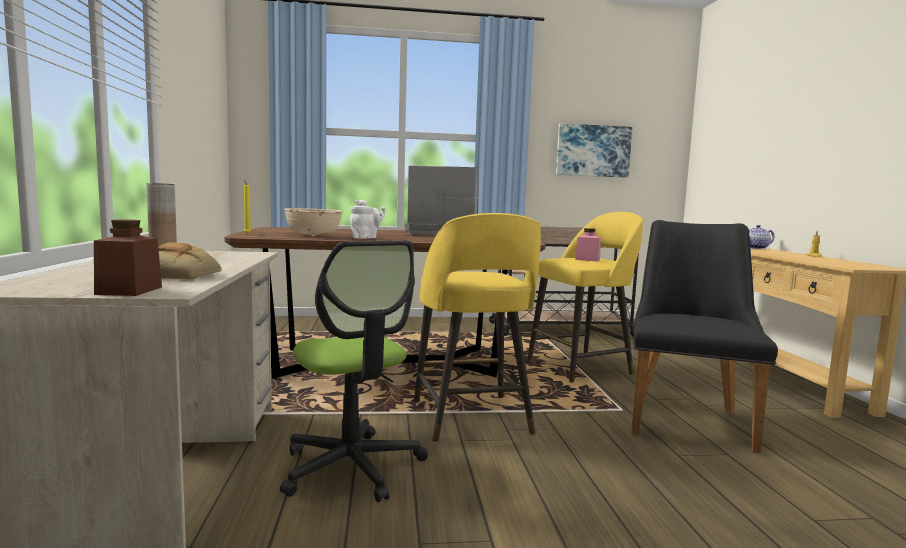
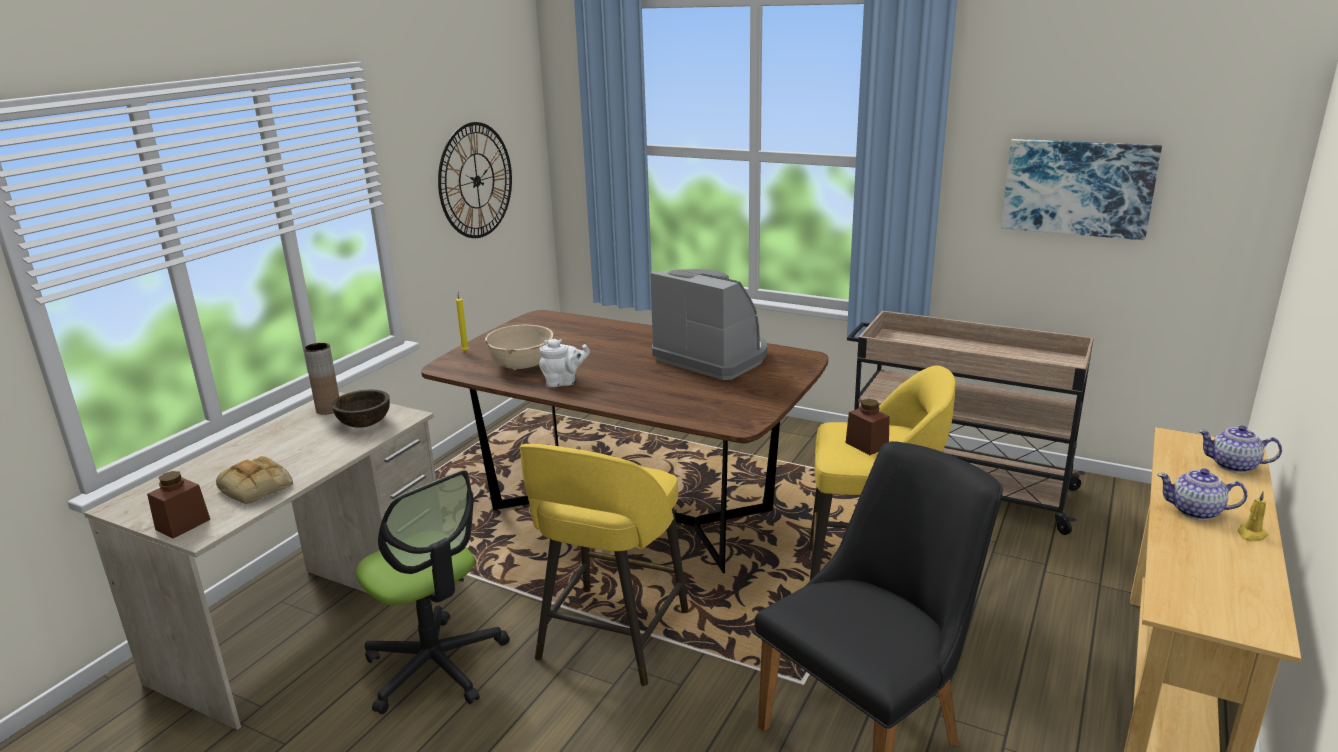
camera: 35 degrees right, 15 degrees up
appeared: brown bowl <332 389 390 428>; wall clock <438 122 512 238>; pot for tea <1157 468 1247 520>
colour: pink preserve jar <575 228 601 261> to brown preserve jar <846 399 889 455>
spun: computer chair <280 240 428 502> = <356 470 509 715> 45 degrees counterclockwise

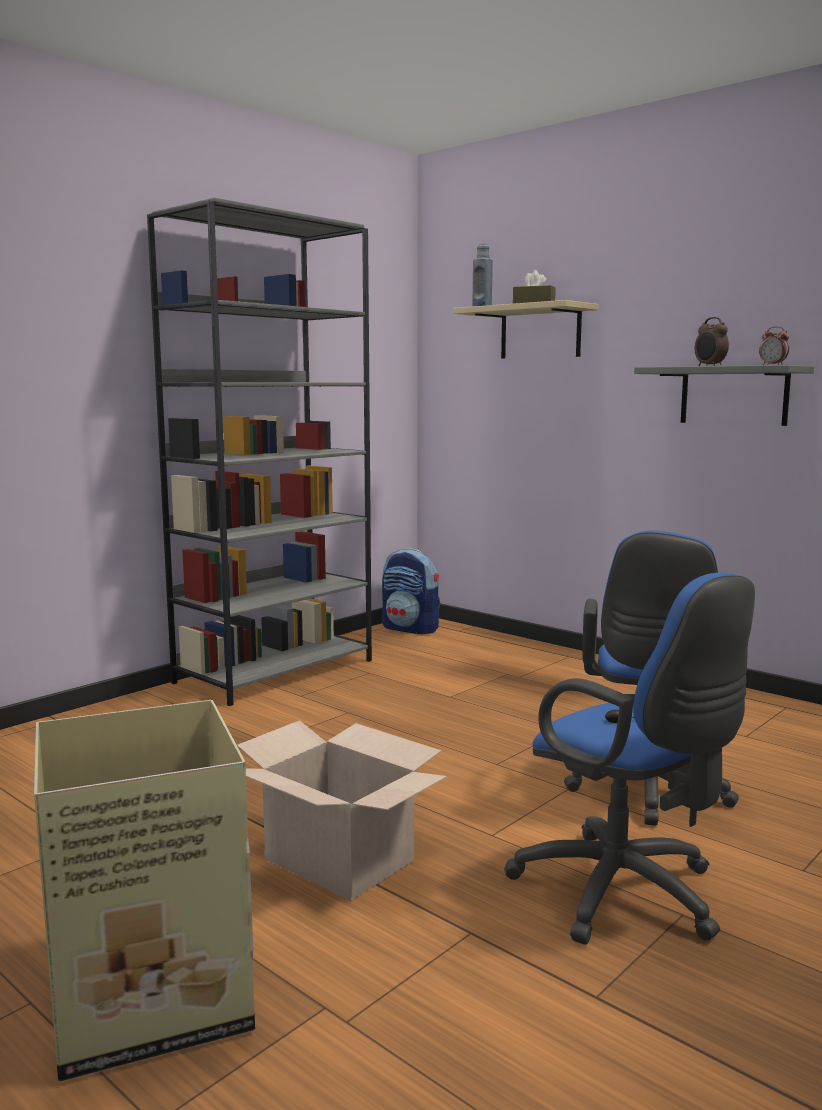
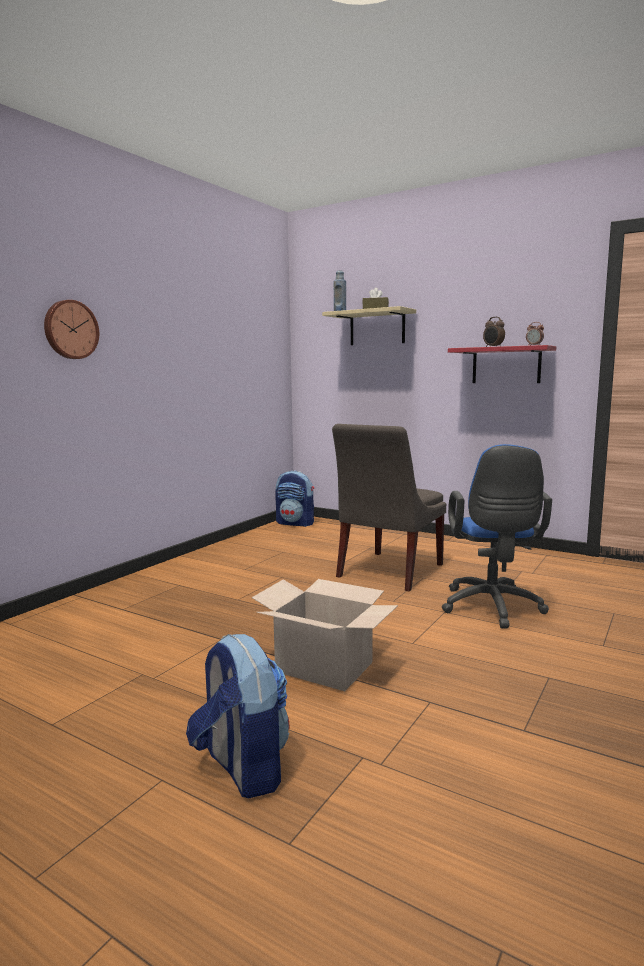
camera: 10 degrees left, 0 degrees up
missing: grey bookshelf <147 198 372 706>; blue-coloured computer chair <504 572 755 945>
appeared: wall clock <44 300 99 359>; grey chair <332 424 446 591>
exchanged: cardboard box <34 700 255 1082> to rucksack <186 634 289 798>
colour: grey shelf <634 365 814 426> to red shelf <448 345 556 383>

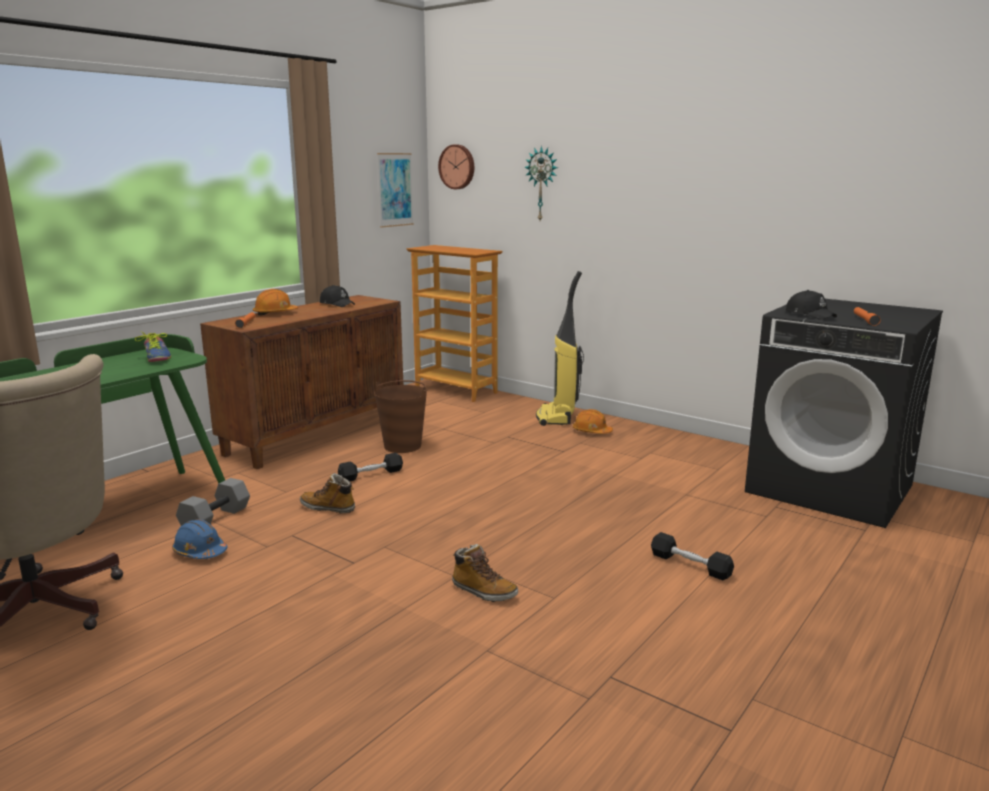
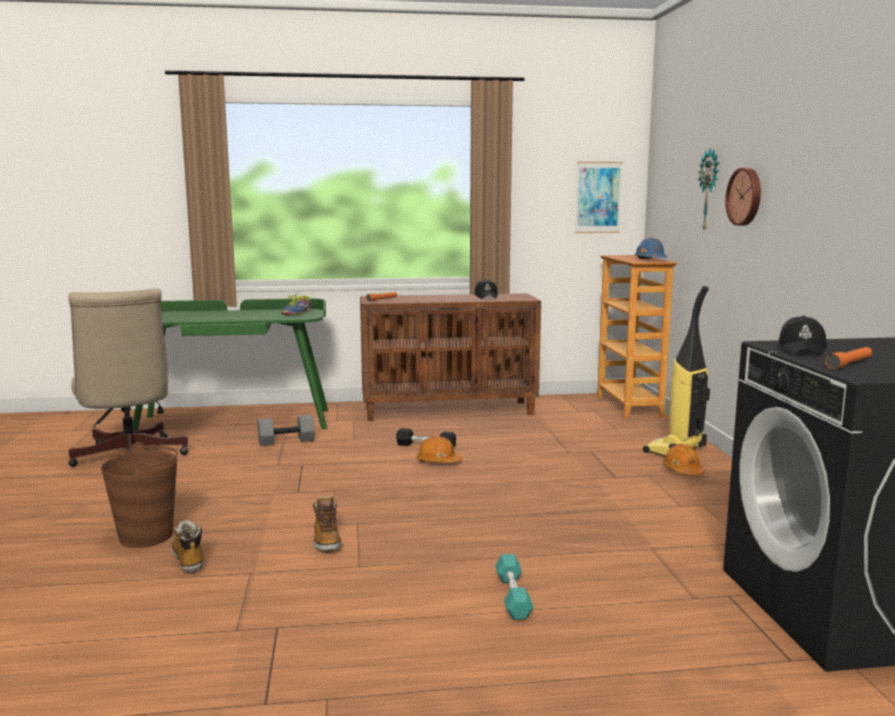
camera: 45 degrees right, 5 degrees down
relocated: blue-coloured work helmet <172 519 228 559> to <635 238 668 259>; orange-coloured work helmet <253 289 298 316> to <416 436 462 463>; tall boot <300 473 355 513> to <172 520 204 573>; brown pail <375 380 428 453> to <101 442 178 548>; wall clock <438 144 474 189> to <725 168 761 226>
colour: black hand weight <651 532 734 580> to turquoise-coloured hand weight <495 554 533 620>

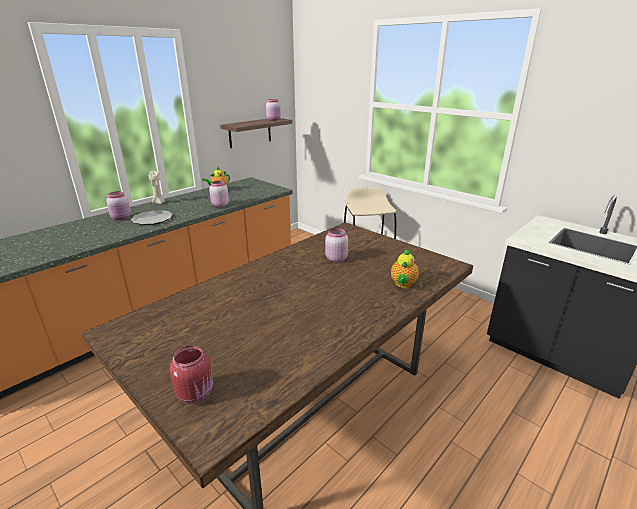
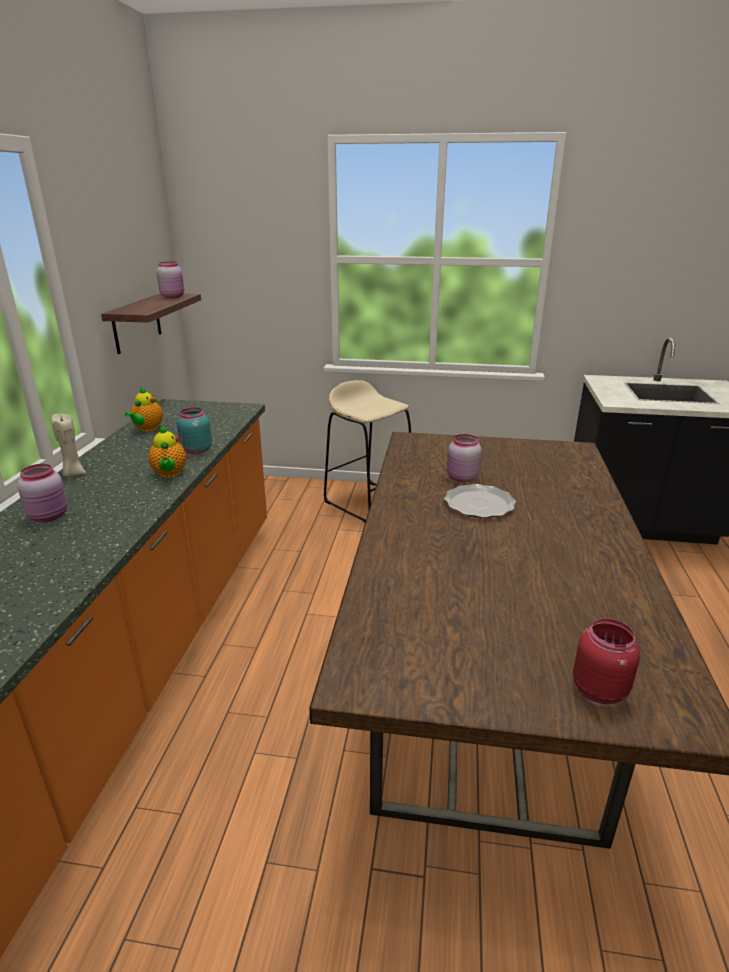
camera: 35 degrees left, 0 degrees up
relocated: plate <131 210 173 225> to <444 484 516 518>; pot for tea <391 249 419 288> to <148 425 186 478>
colour: pink preserve jar <209 181 229 207> to turquoise-coloured preserve jar <177 408 212 454>

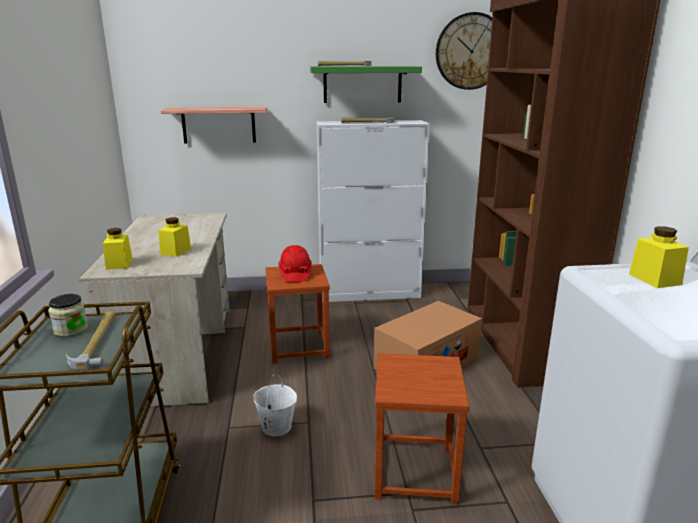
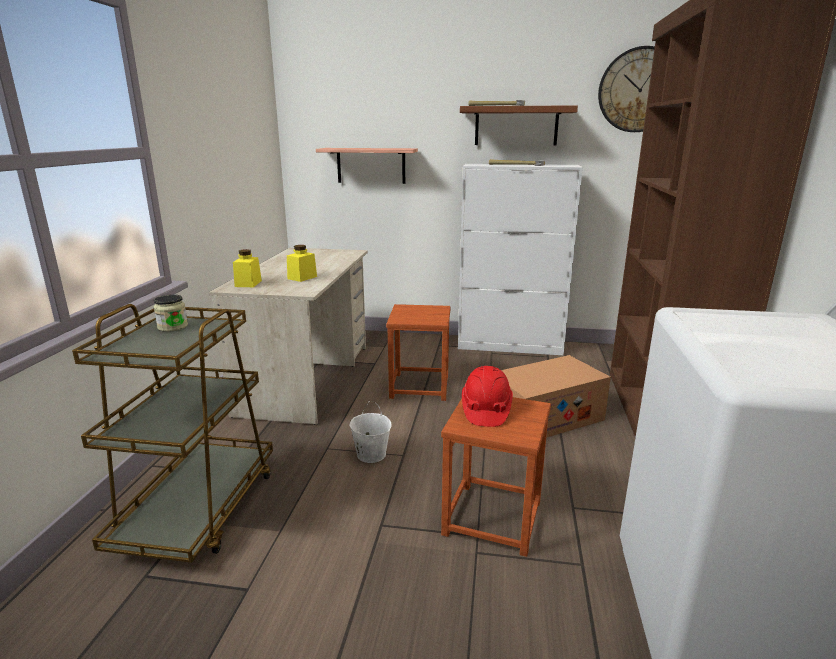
camera: 15 degrees right, 0 degrees up
missing: tool hammer <66 311 116 370>; yellowish preserve jar <629 226 689 288>
relocated: red work helmet <278 245 312 282> to <462 366 513 427>
colour: green shelf <310 66 422 103> to brown shelf <460 105 578 146>

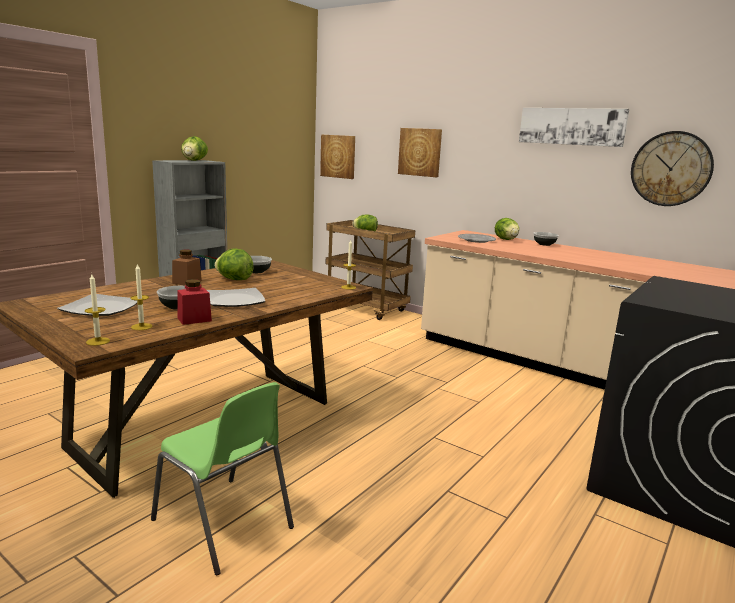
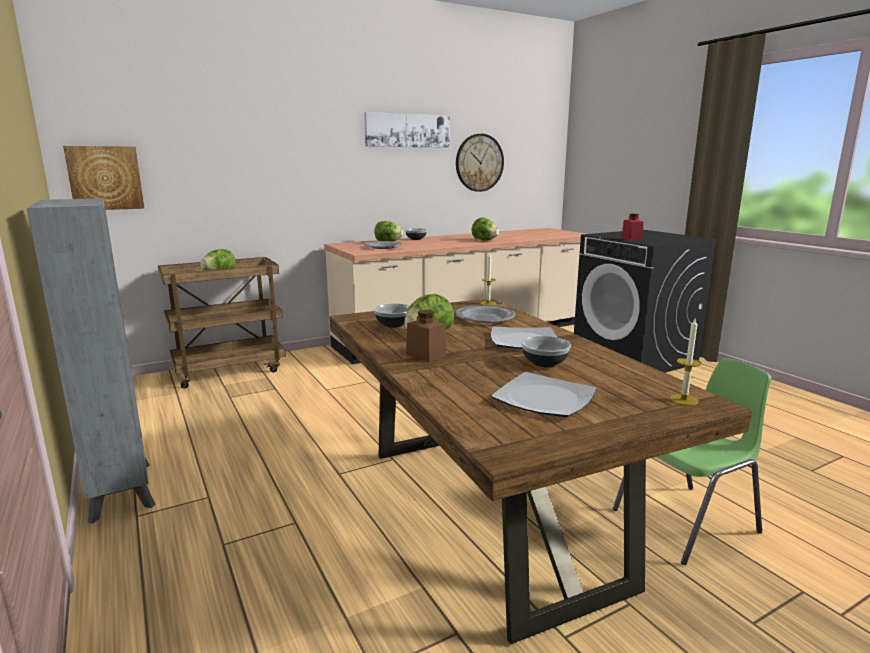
camera: 65 degrees left, 0 degrees up
missing: wax light <131 263 152 330>; picture <398 128 442 177>
appeared: grey plate <456 305 515 323>
relocated: red preserve jar <177 279 212 325> to <621 214 644 241>; lettuce <181 136 208 161> to <472 218 499 240>

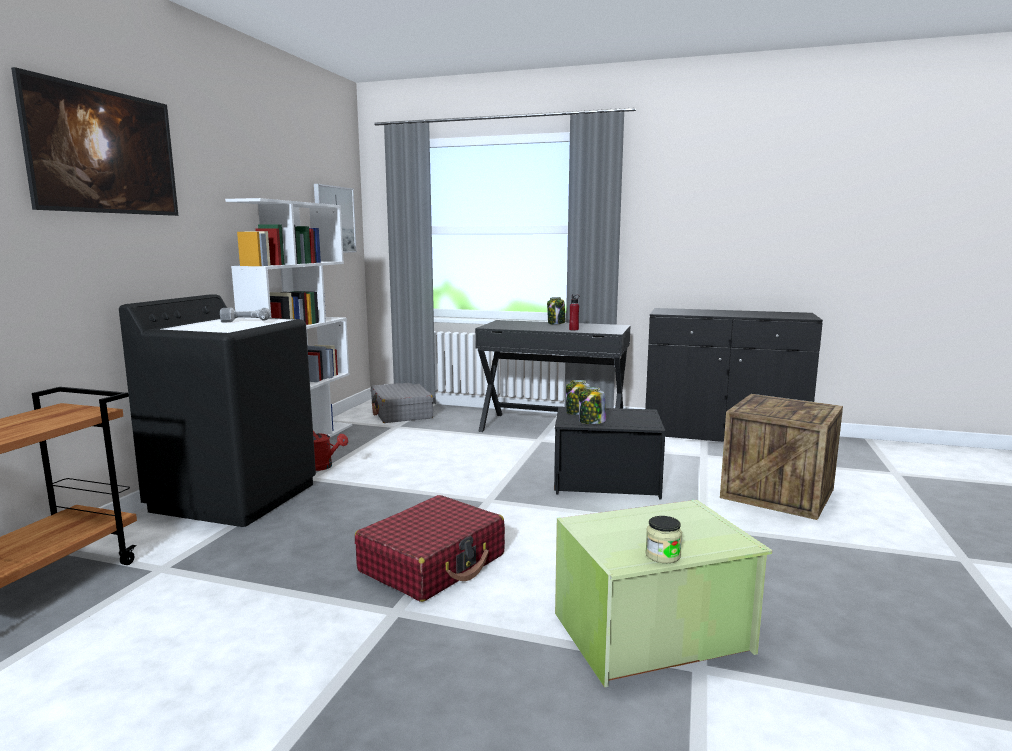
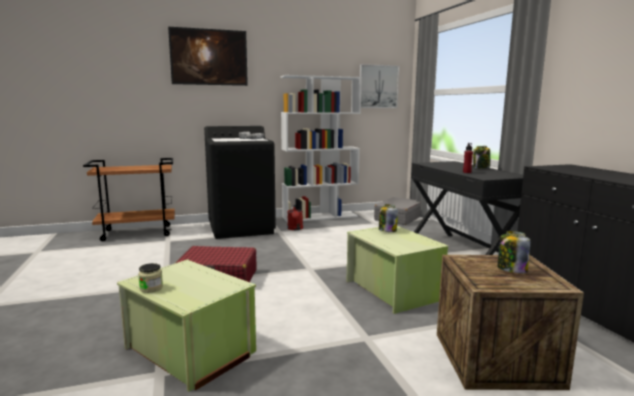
camera: 55 degrees right, 0 degrees up
relocated: preserve jar <579 387 606 424> to <498 231 530 273>
colour: black storage container <554 406 665 499> to green storage container <346 226 448 314>

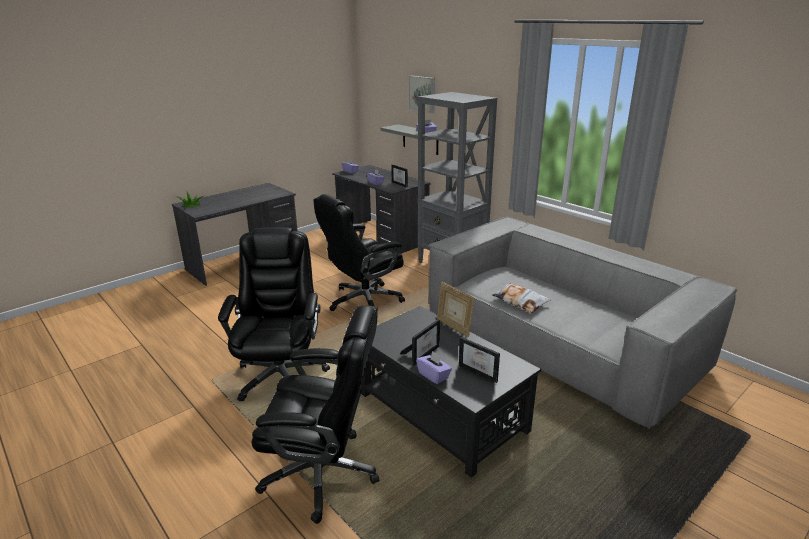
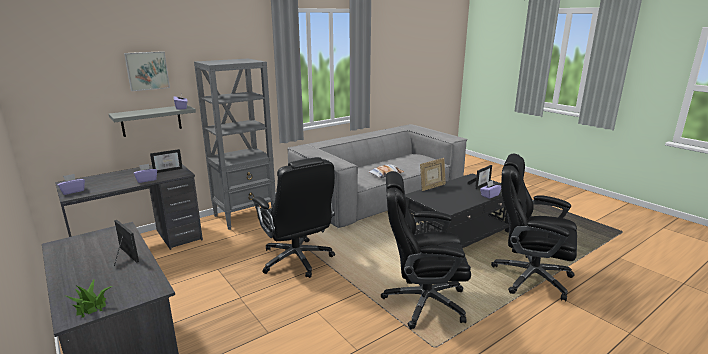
camera: 85 degrees left, 5 degrees down
relocated: standing frame <400 319 440 366> to <114 220 139 267>
spun: black computer chair <252 305 379 524> = <491 154 577 301> 75 degrees counterclockwise

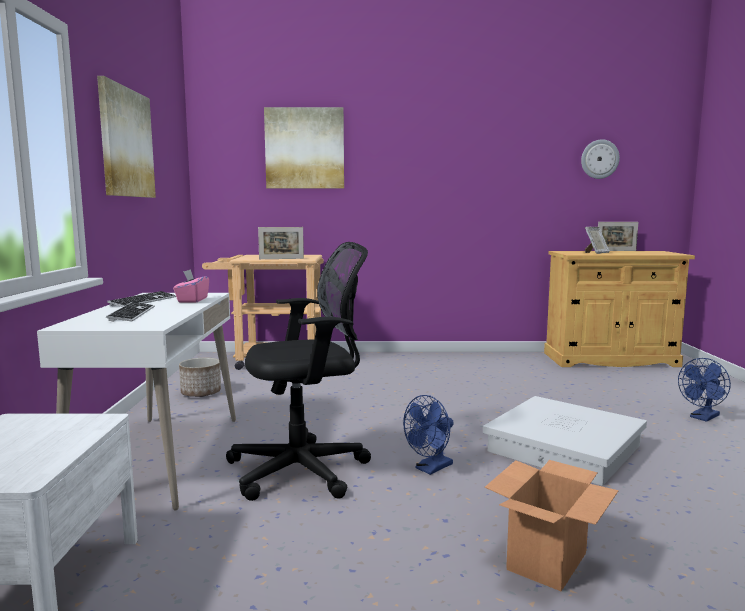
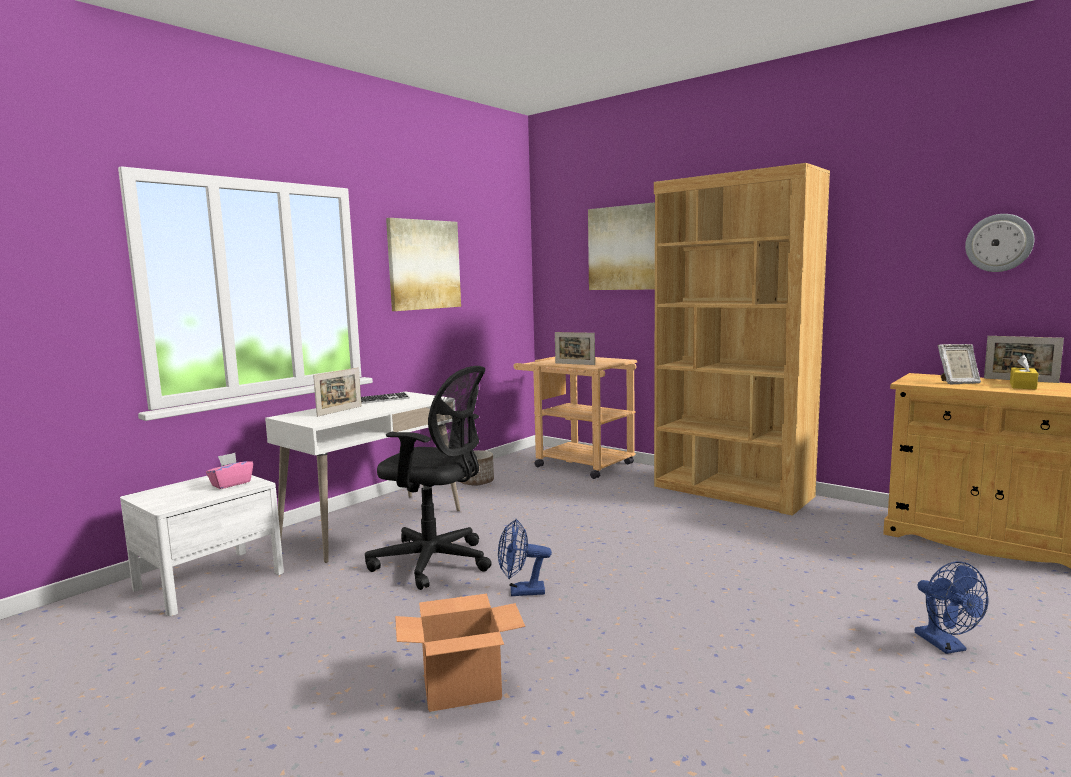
camera: 40 degrees right, 0 degrees up
missing: white-coloured storage container <483 396 647 486>
appeared: brown bookshelf <654 163 830 516>; yellowish tissue box <1010 355 1038 390>
relocated: pink tissue box <173 269 209 302> to <206 453 253 489>
exchanged: computer keyboard <106 302 155 322> to standing frame <313 367 361 417>
spun: blue-coloured electric fan <678 358 731 422> = <915 562 988 654> 105 degrees counterclockwise

